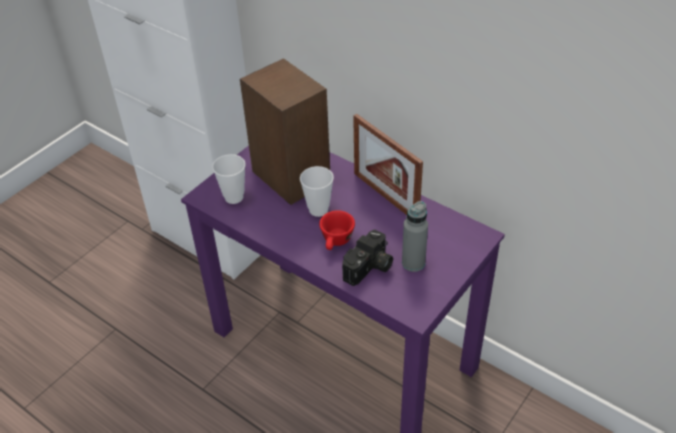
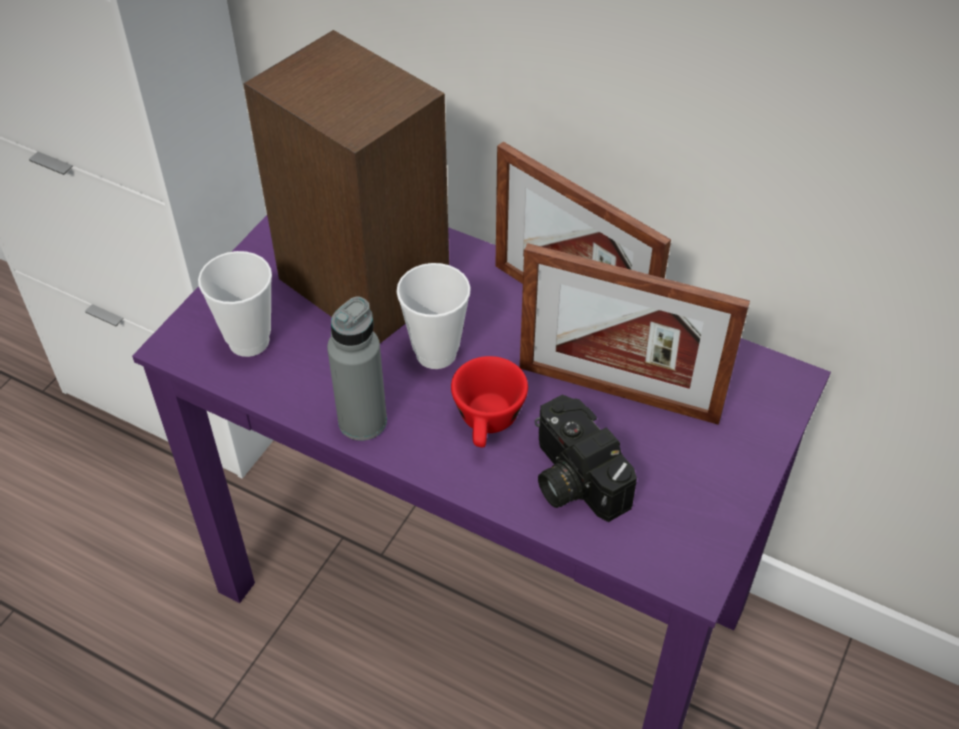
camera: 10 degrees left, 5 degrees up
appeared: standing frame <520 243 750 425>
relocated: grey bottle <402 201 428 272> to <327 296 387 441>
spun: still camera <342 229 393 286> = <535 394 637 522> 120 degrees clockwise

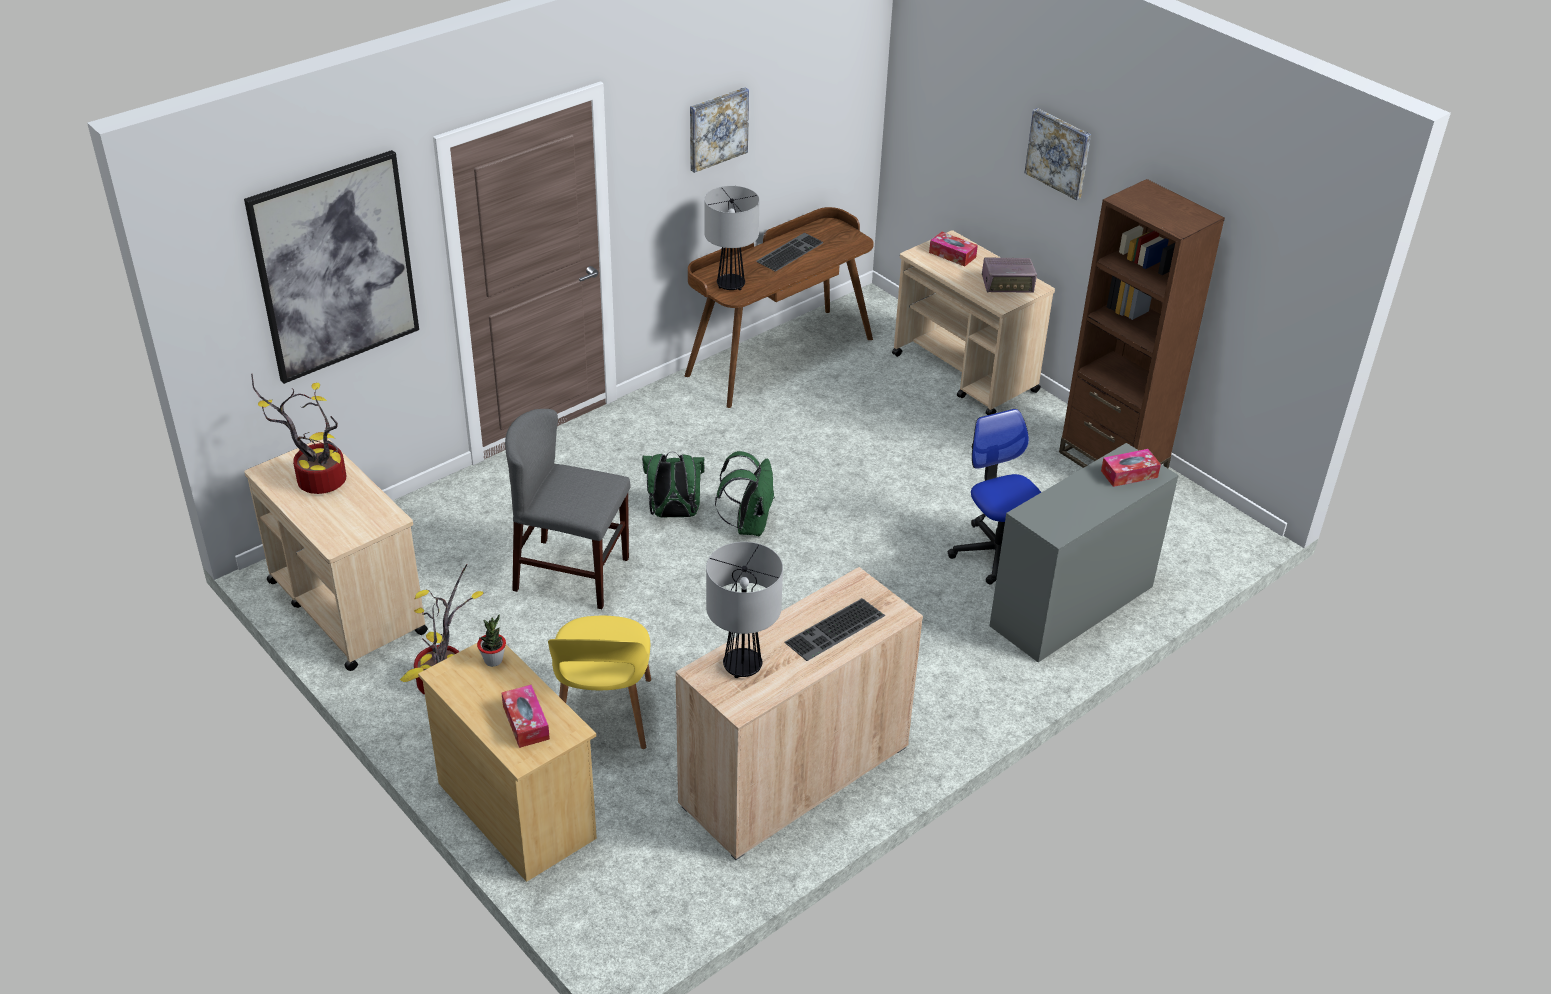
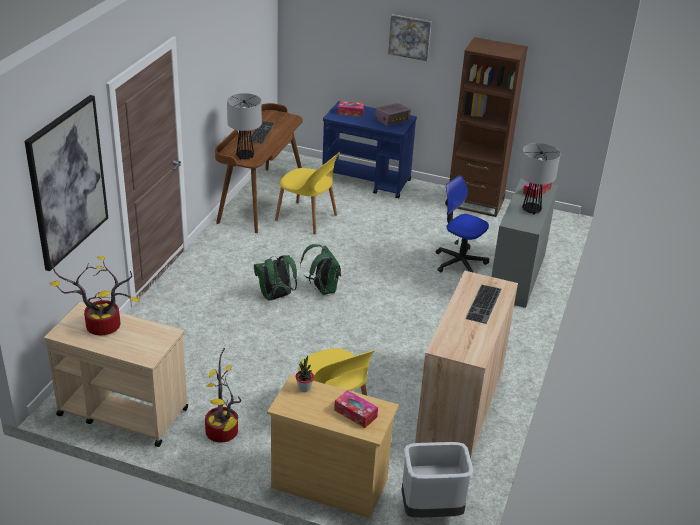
camera: 30 degrees left, 5 degrees down
missing: grey chair <505 409 631 609>; picture <690 87 749 173>
appeared: yellowish chair <275 152 340 234>; grey rubbish bin <401 442 473 518>
relocated: tabletop lamp <706 542 783 678> to <519 143 561 215>
colour: beige-coloured trolley <892 230 1055 415> to blue-coloured trolley <322 101 417 199>

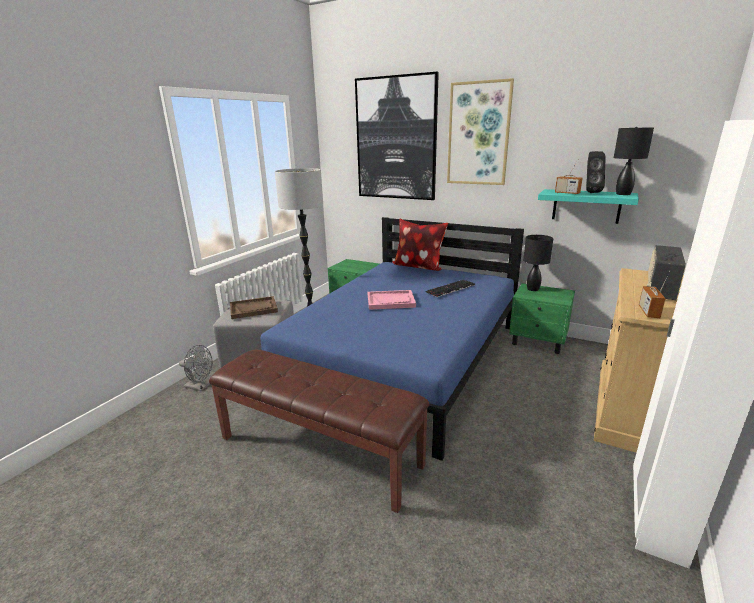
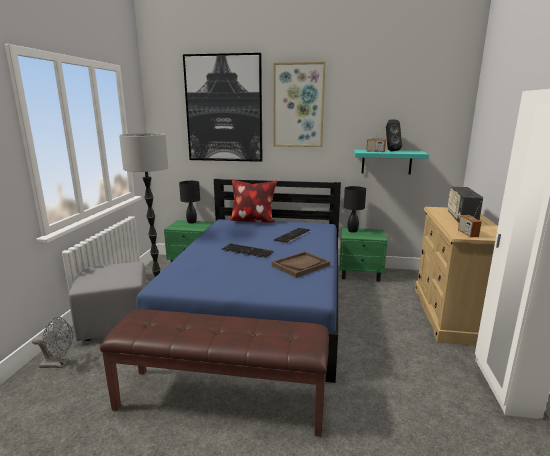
camera: 20 degrees left, 5 degrees down
relocated: brown carrying tray <230 296 278 319> to <272 251 330 278>; black tabletop lamp <614 127 654 195> to <179 181 200 223>
exchanged: pink carrying tray <368 290 416 310> to computer keyboard <221 243 274 258>

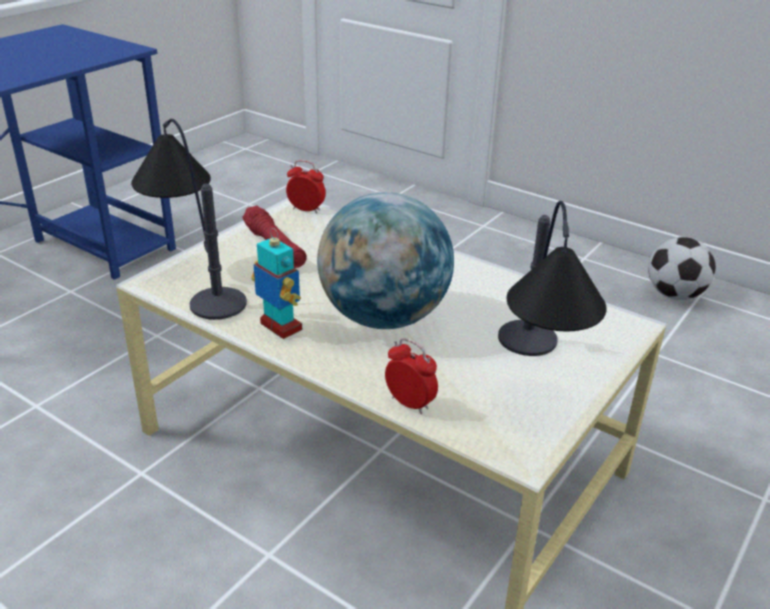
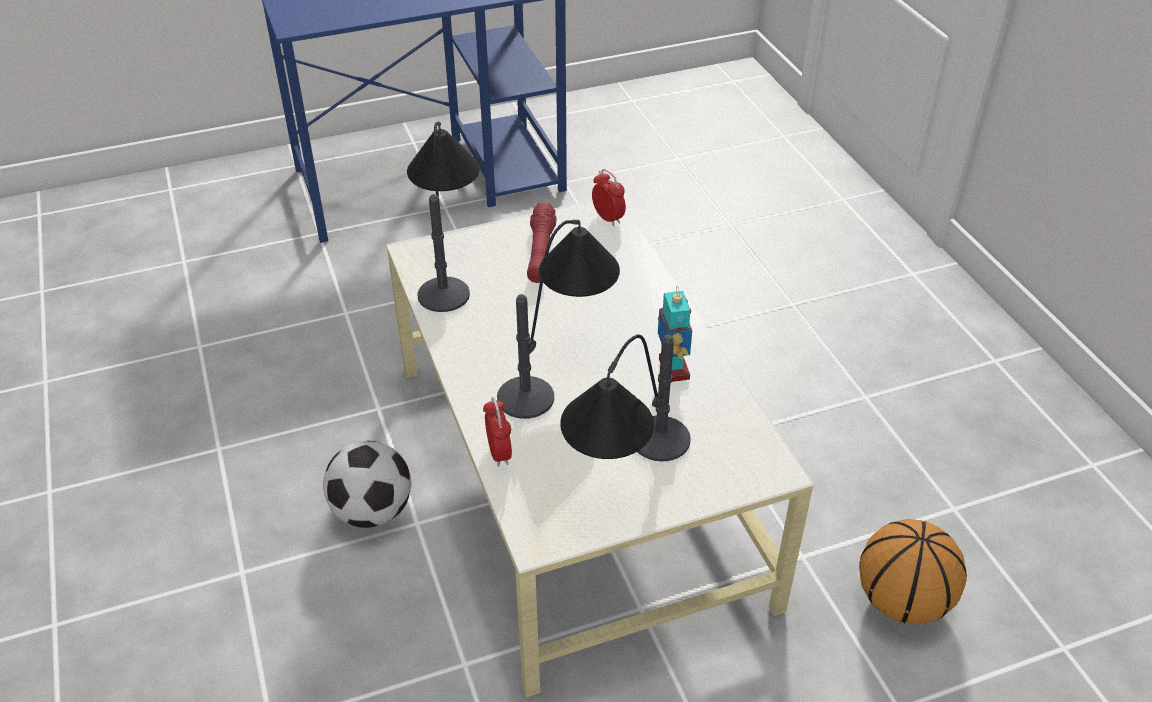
camera: 35 degrees right, 10 degrees up
appeared: basketball <859 519 967 625>
relocated: toy robot <251 228 302 339> to <658 286 692 382>; football <648 237 715 300> to <323 441 411 528>
exchanged: desk globe <317 192 454 329> to tabletop lamp <497 220 620 419>

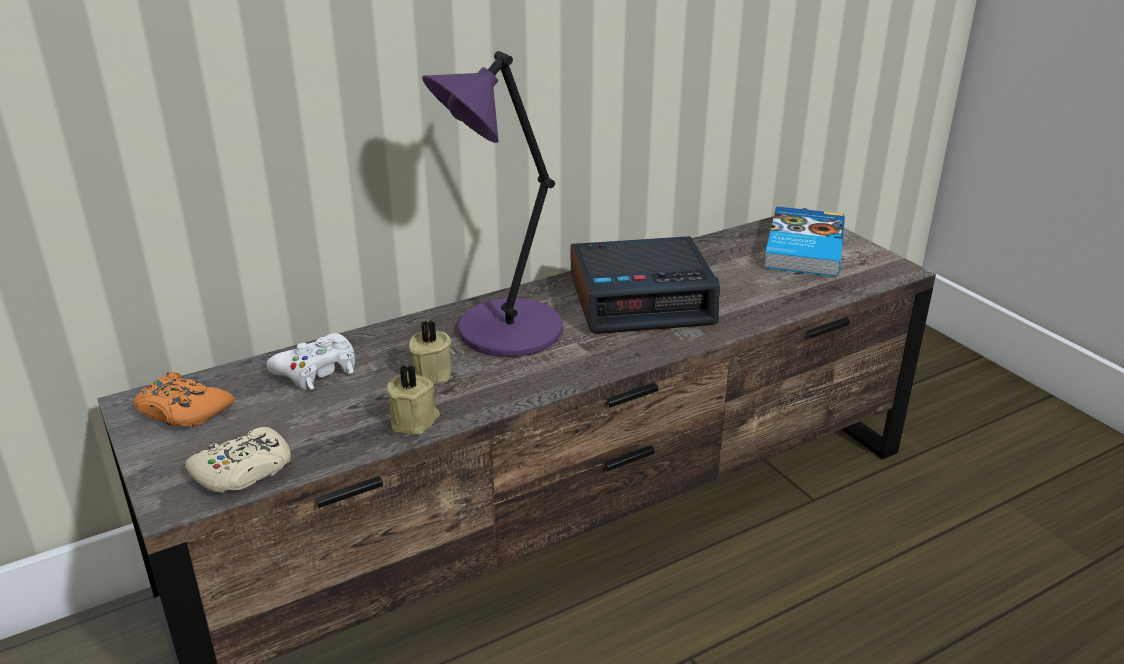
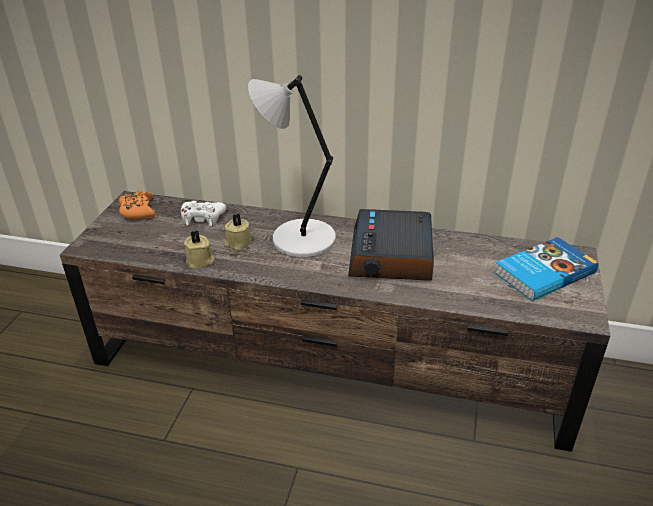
camera: 45 degrees right, 5 degrees up
missing: beige-coloured joypad <185 427 291 493>
colour: purple tabletop lamp <422 51 563 357> to grey tabletop lamp <248 75 336 257>
spun: alarm clock <571 236 720 334> = <348 209 434 281> 60 degrees clockwise

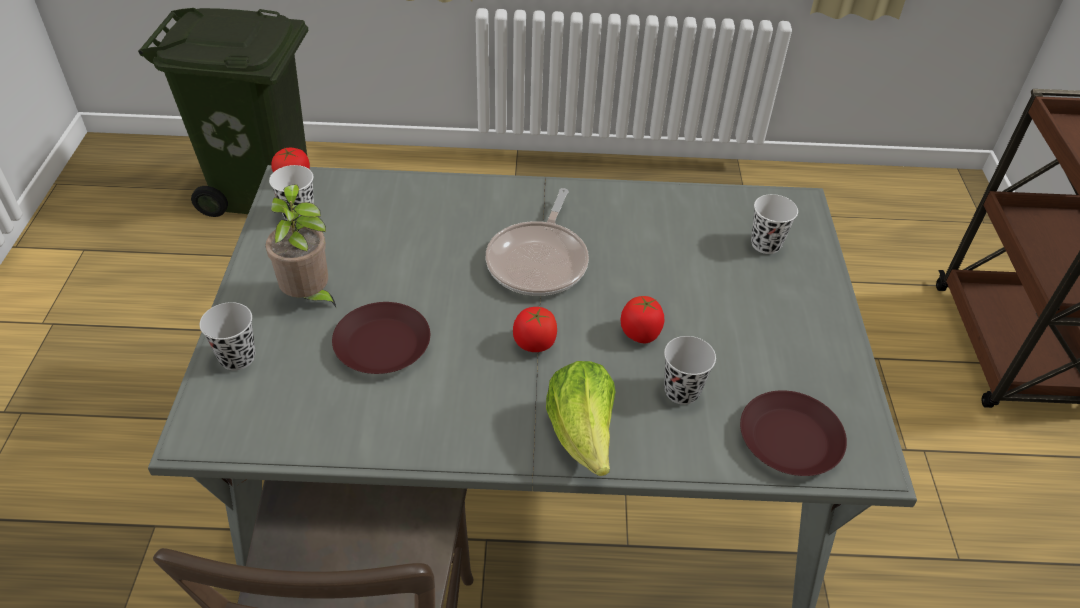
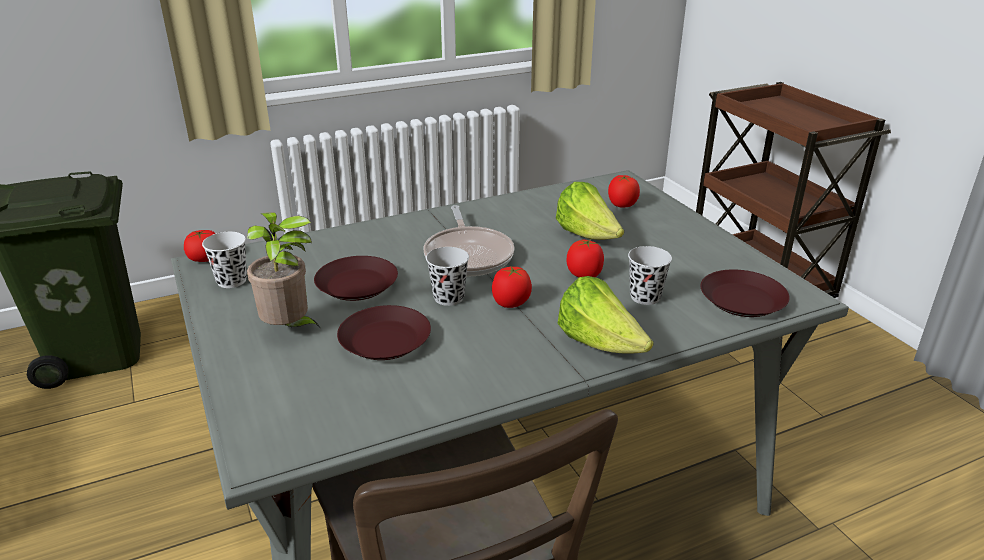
camera: 25 degrees left, 15 degrees down
appeared: brown plate <314 256 398 301>; lettuce <556 182 624 240>
relocated: black drinking cup <200 302 256 370> to <426 247 469 306>
exchanged: white-coloured drinking cup <751 194 798 254> to tomato <608 175 640 207>

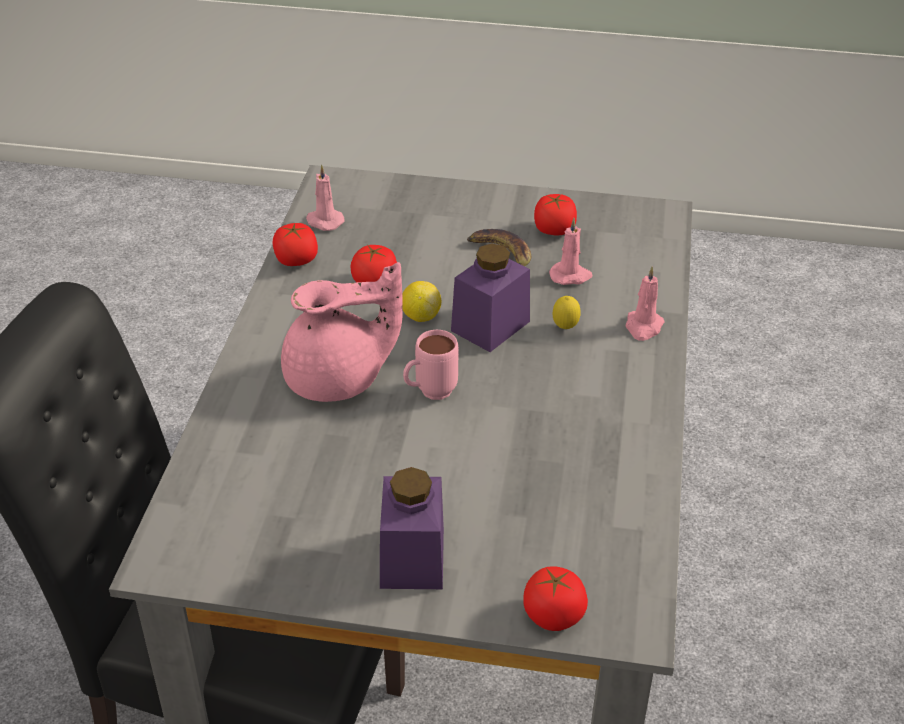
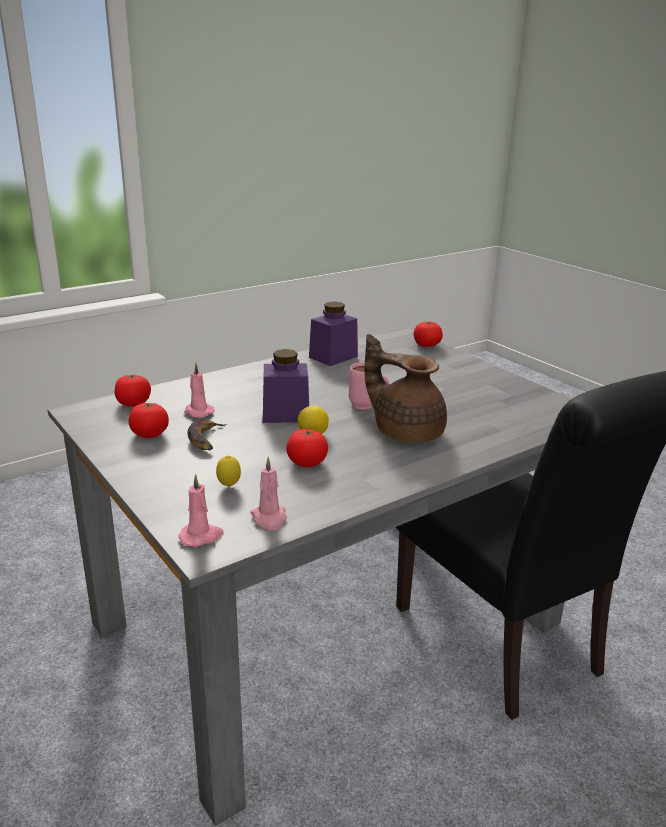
camera: 135 degrees left, 15 degrees down
relocated: tomato <273 223 318 266> to <115 374 151 407>; purple preserve jar <380 467 444 589> to <309 301 358 366>; whole lemon <553 296 581 329> to <216 456 241 487>; pink wax light <626 266 665 341> to <179 474 223 547>
colour: pink pot for tea <281 262 403 402> to brown pot for tea <364 334 447 443>

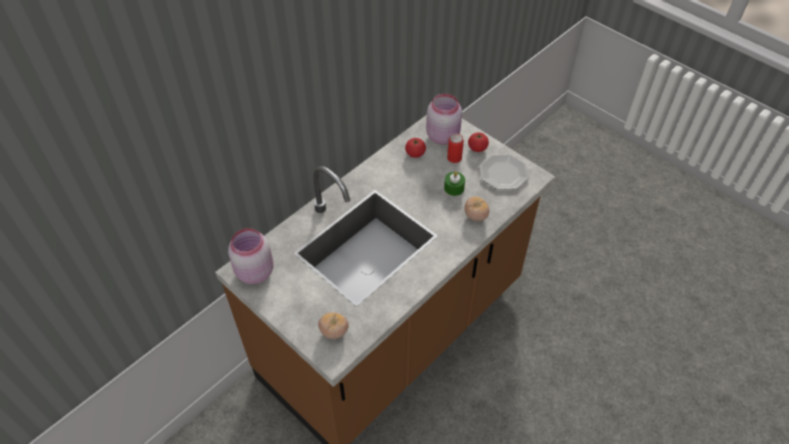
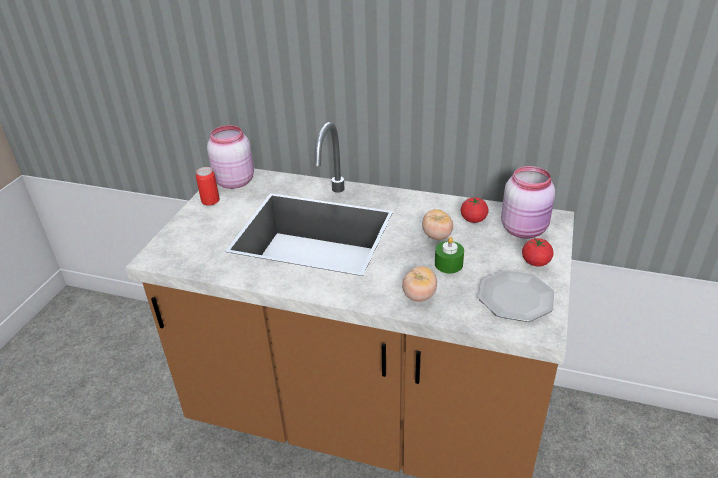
camera: 65 degrees right, 15 degrees down
relocated: tomato <318 312 349 339> to <422 209 453 240>; can <447 133 464 163> to <196 167 220 206>

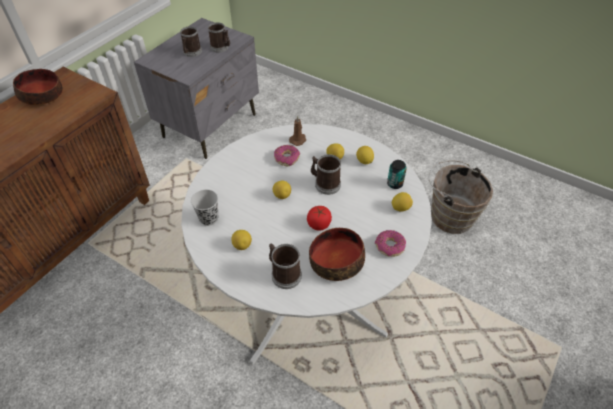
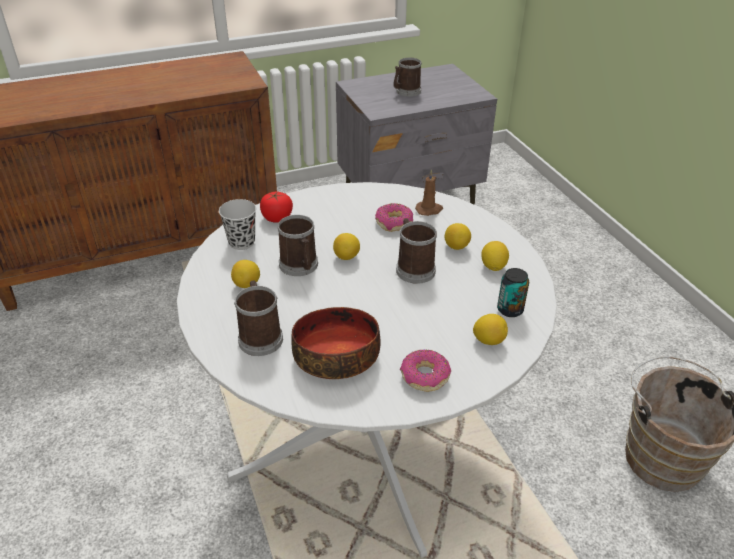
camera: 35 degrees right, 10 degrees down
missing: bowl <13 69 63 105>
relocated: mug <208 22 230 53> to <278 215 318 276>; tomato <307 206 332 231> to <260 192 293 223>

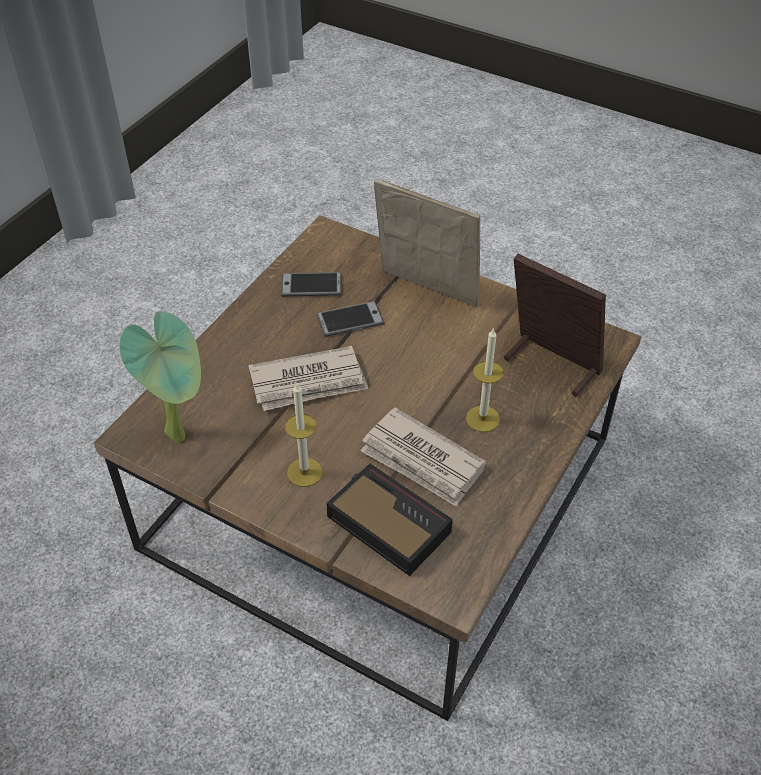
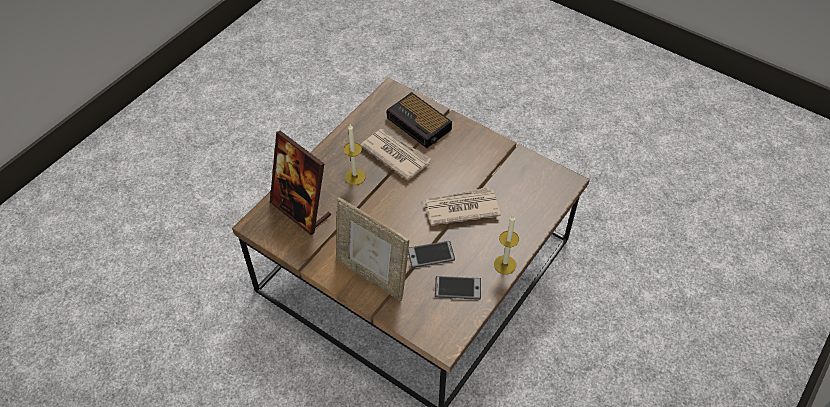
camera: 175 degrees left, 5 degrees up
missing: plant in a pot <119 311 201 444>
relocated: wax light <285 383 322 487> to <494 216 519 274>

